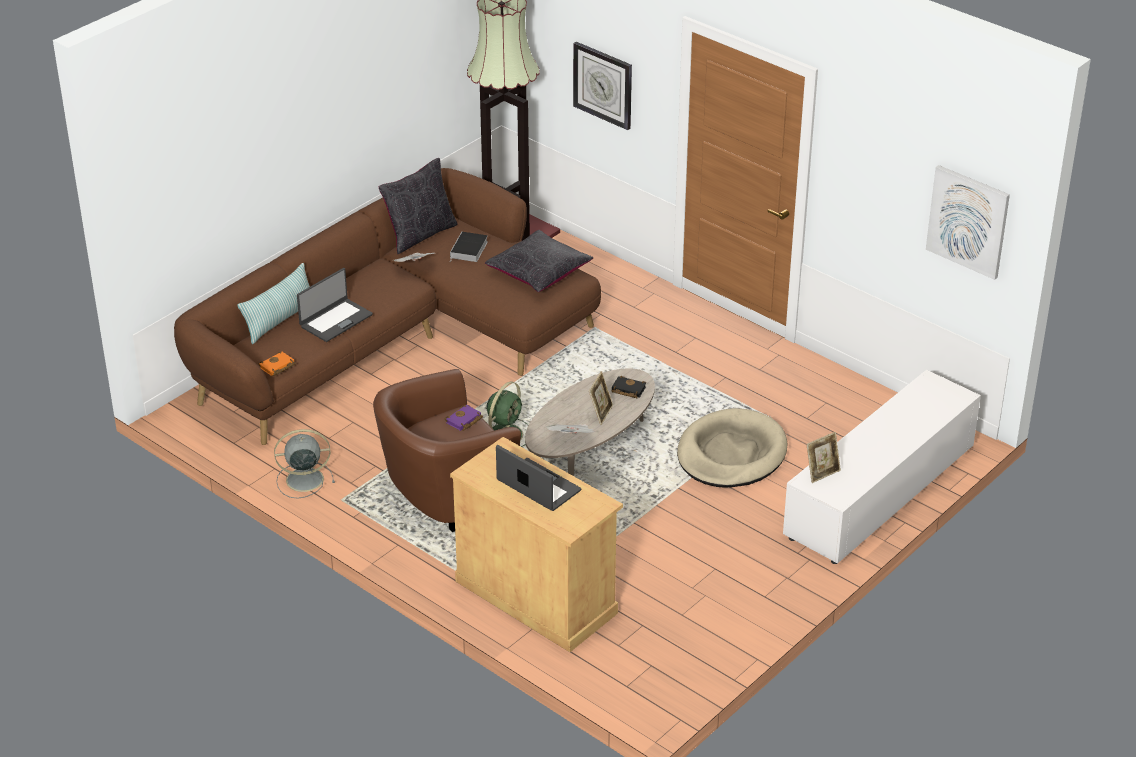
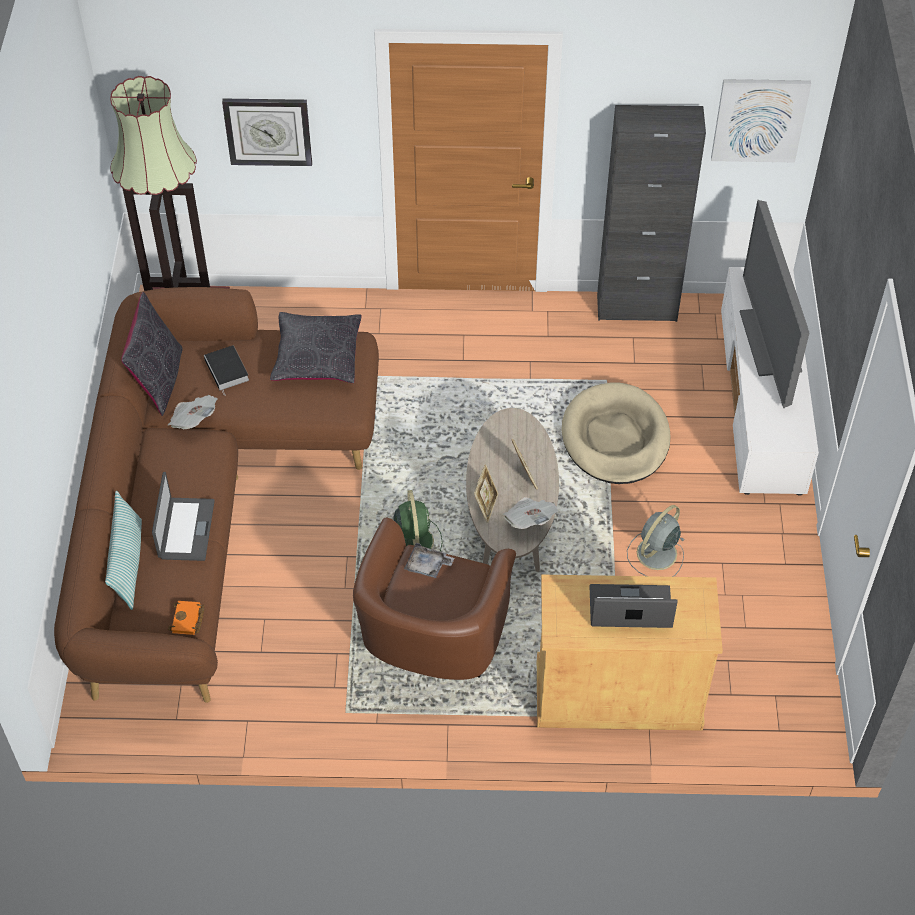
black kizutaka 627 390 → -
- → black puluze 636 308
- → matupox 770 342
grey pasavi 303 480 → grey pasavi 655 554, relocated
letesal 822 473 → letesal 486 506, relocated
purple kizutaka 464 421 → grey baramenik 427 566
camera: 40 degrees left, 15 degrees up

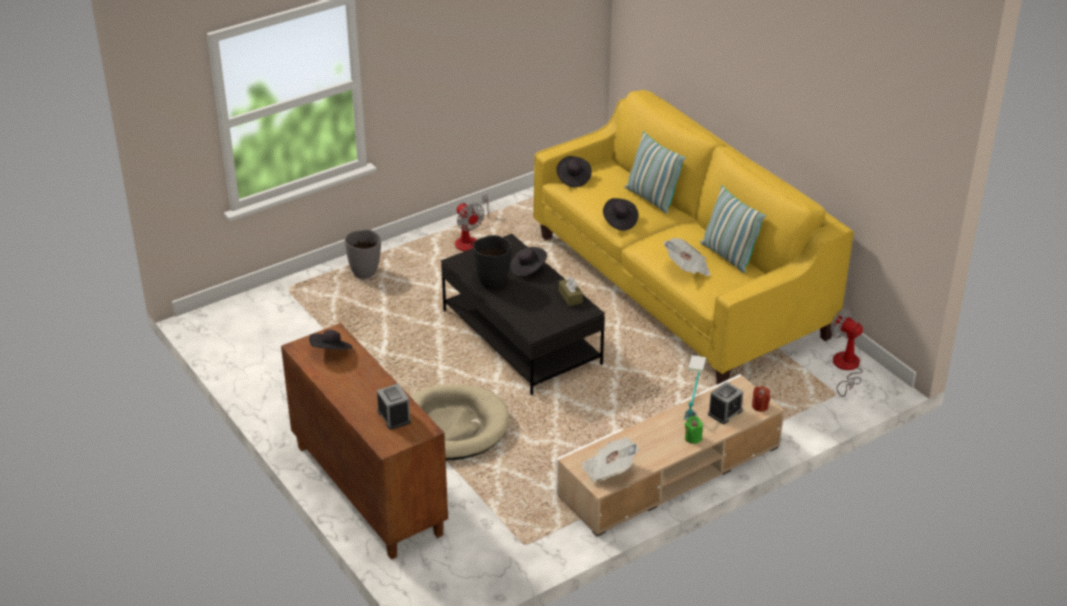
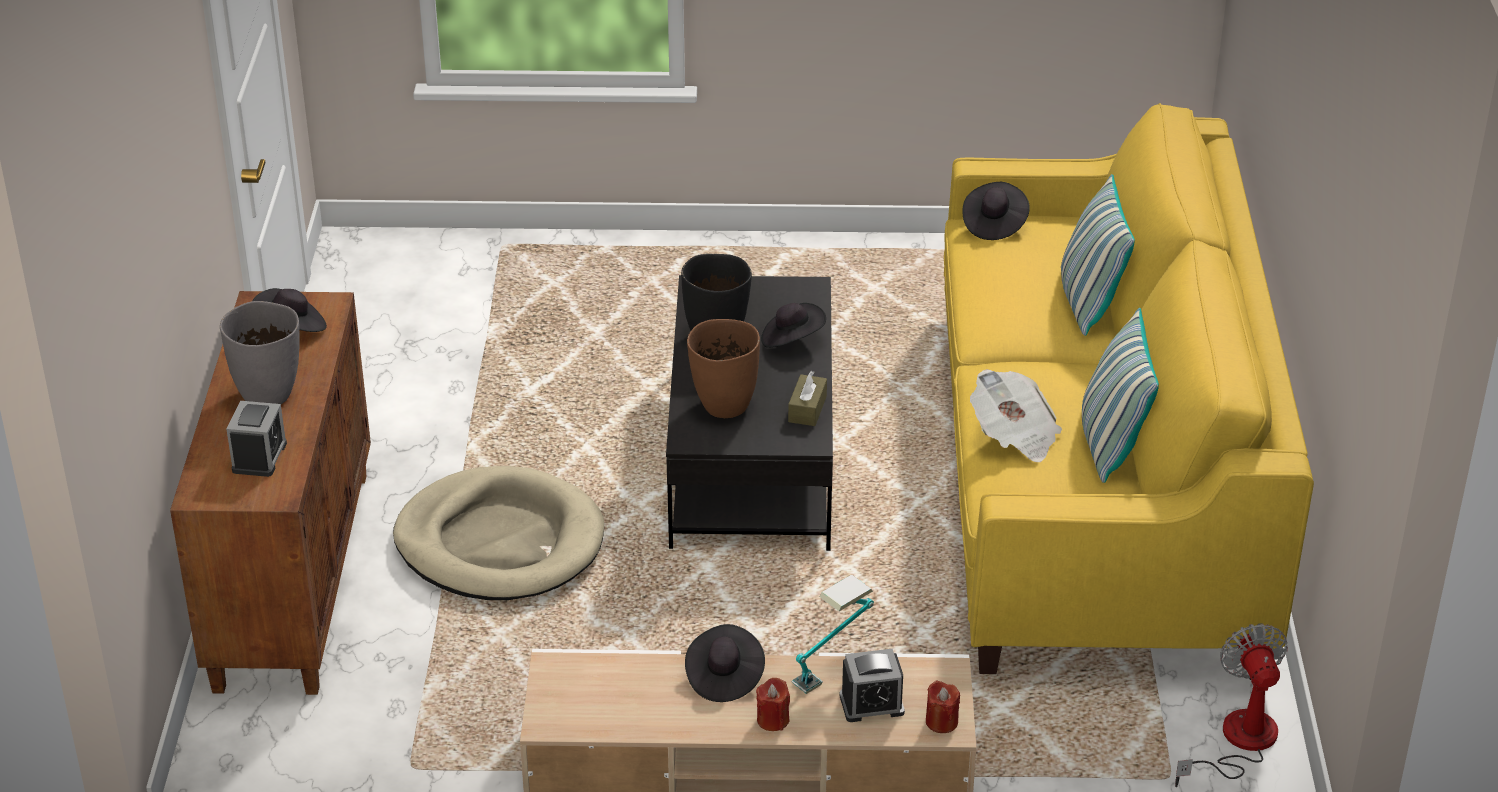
pasavi 470 240 → -
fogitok 608 470 → -
- → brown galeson 724 406
grey galeson 365 272 → grey galeson 269 395, relocated
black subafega 619 221 → black subafega 724 677, relocated
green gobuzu 693 438 → red gobuzu 773 720
camera: 35 degrees right, 0 degrees up

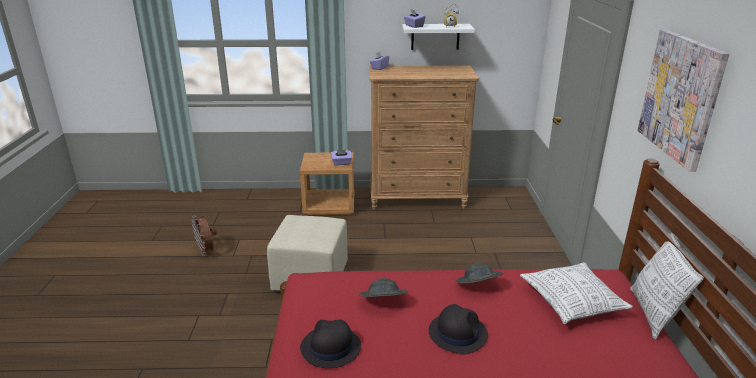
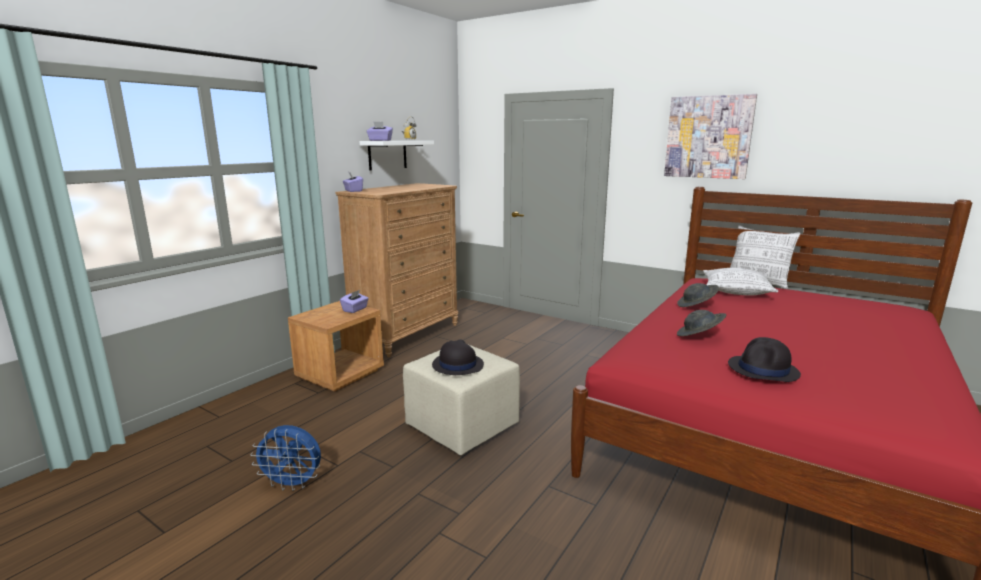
black subafega 457 333 → black subafega 457 365, relocated
brown pasavi 207 251 → blue pasavi 293 484
camera: 55 degrees left, 10 degrees down

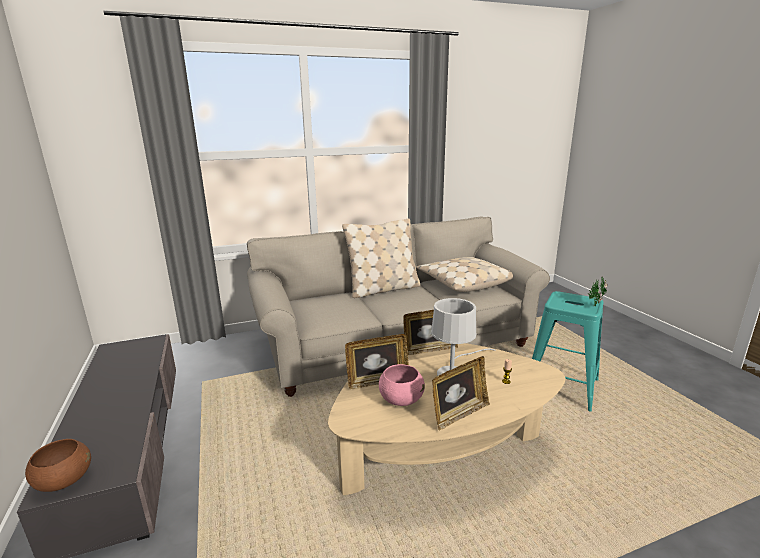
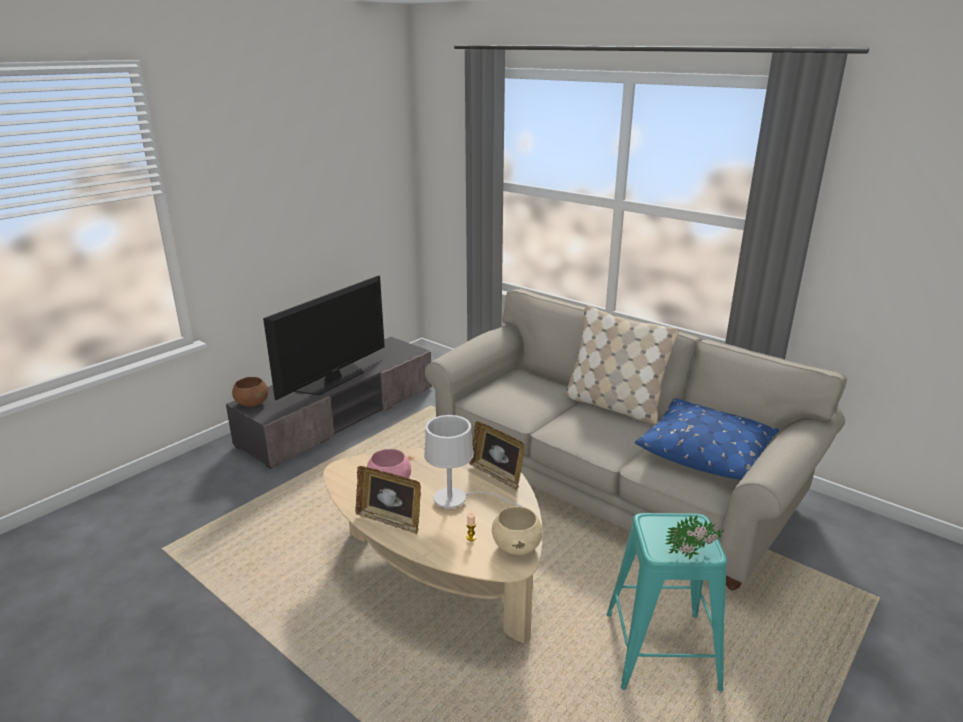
letesal 378 381 → -
- → matupox 333 380
- → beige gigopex 517 546
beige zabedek 463 283 → blue zabedek 706 451
camera: 60 degrees right, 5 degrees up

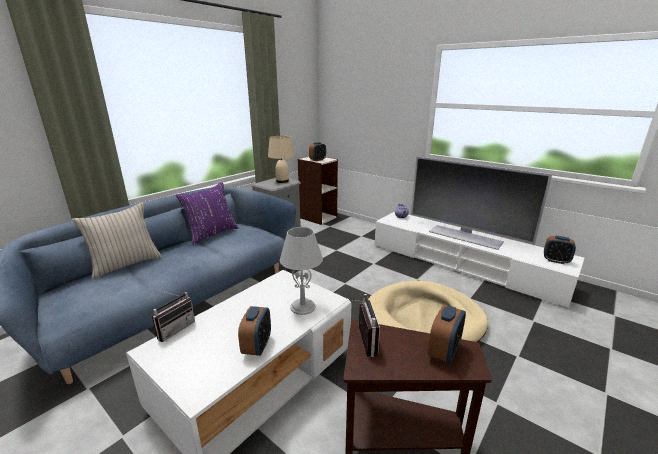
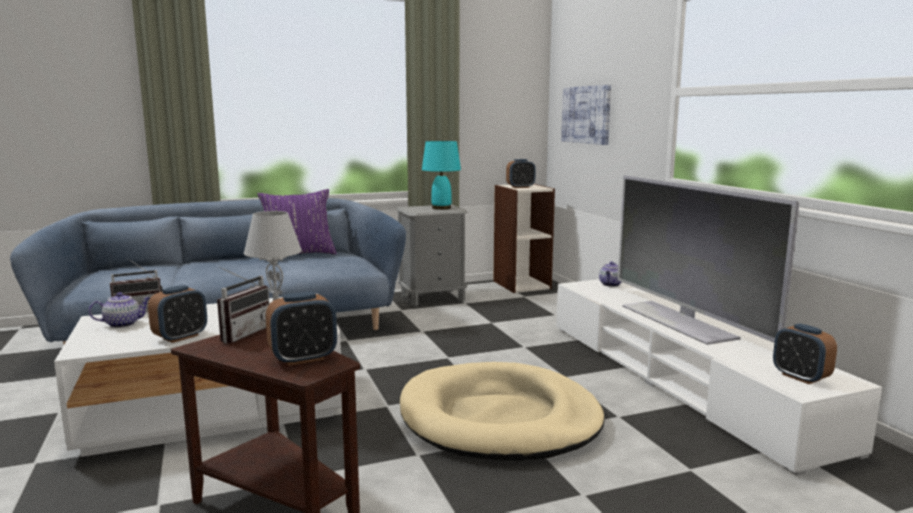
beige zabedek 126 264 → -
- → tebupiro 123 324
- → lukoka 586 115
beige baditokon 282 181 → turquoise baditokon 441 208
camera: 30 degrees right, 10 degrees down

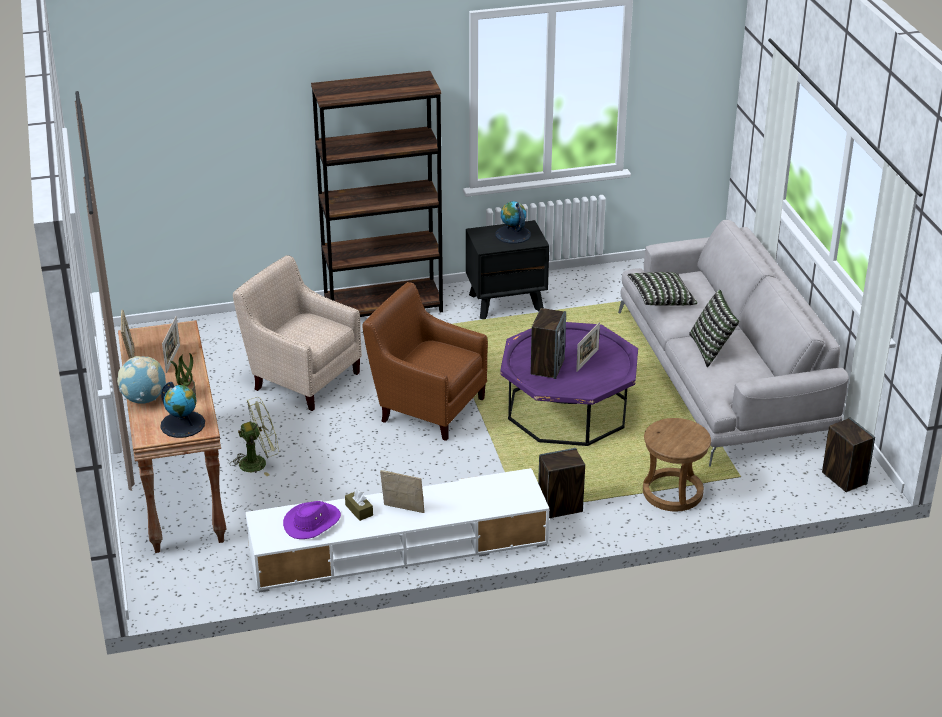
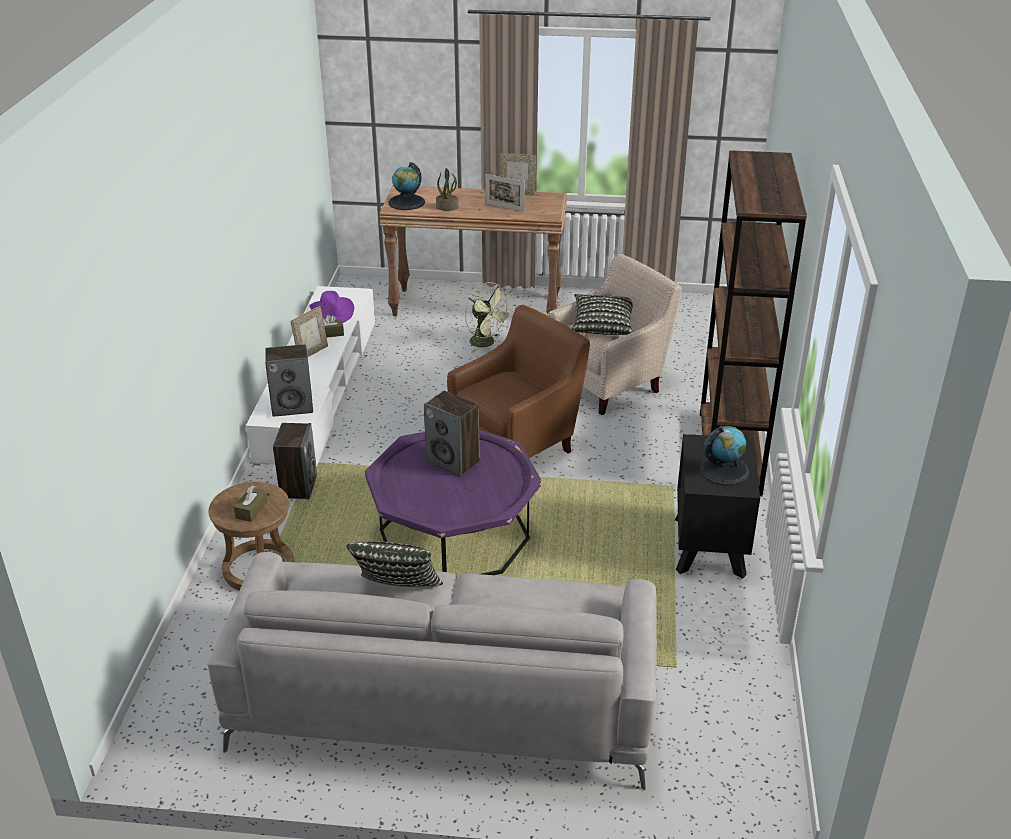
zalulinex 144 399 → -
letesal 587 360 → -
- → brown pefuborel 251 510
zabedek 660 299 → zabedek 602 325, relocated
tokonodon 843 478 → tokonodon 293 406, relocated
green pasavi 258 462 → green pasavi 487 343, 45 degrees counterclockwise
camera: 110 degrees right, 0 degrees up

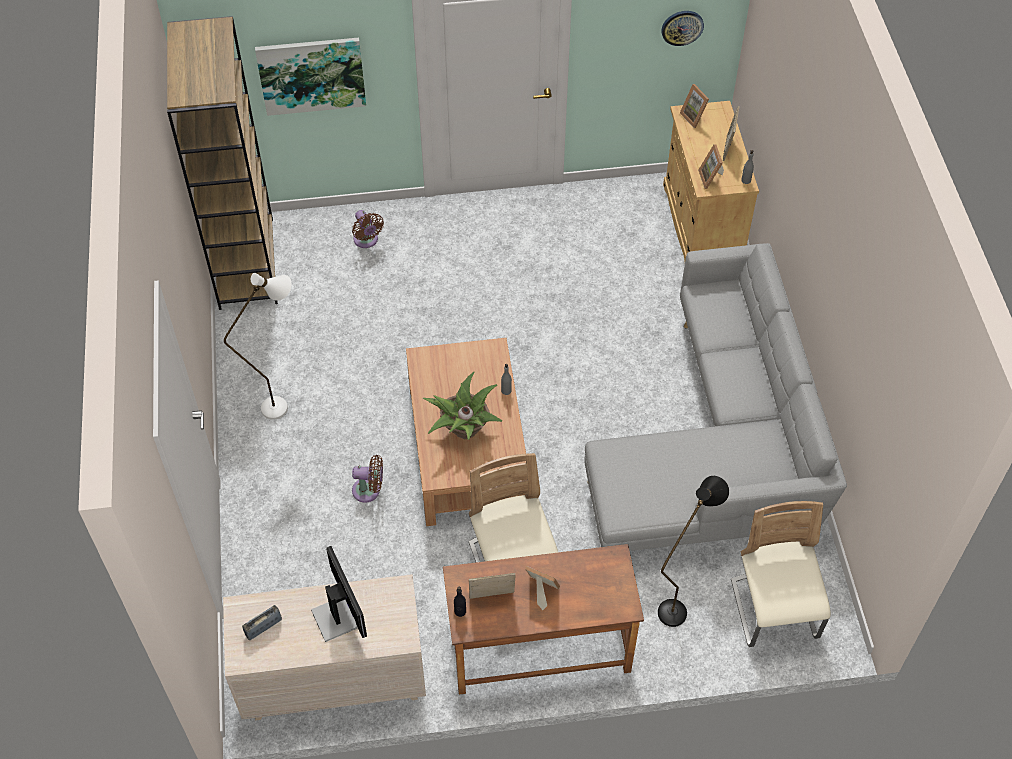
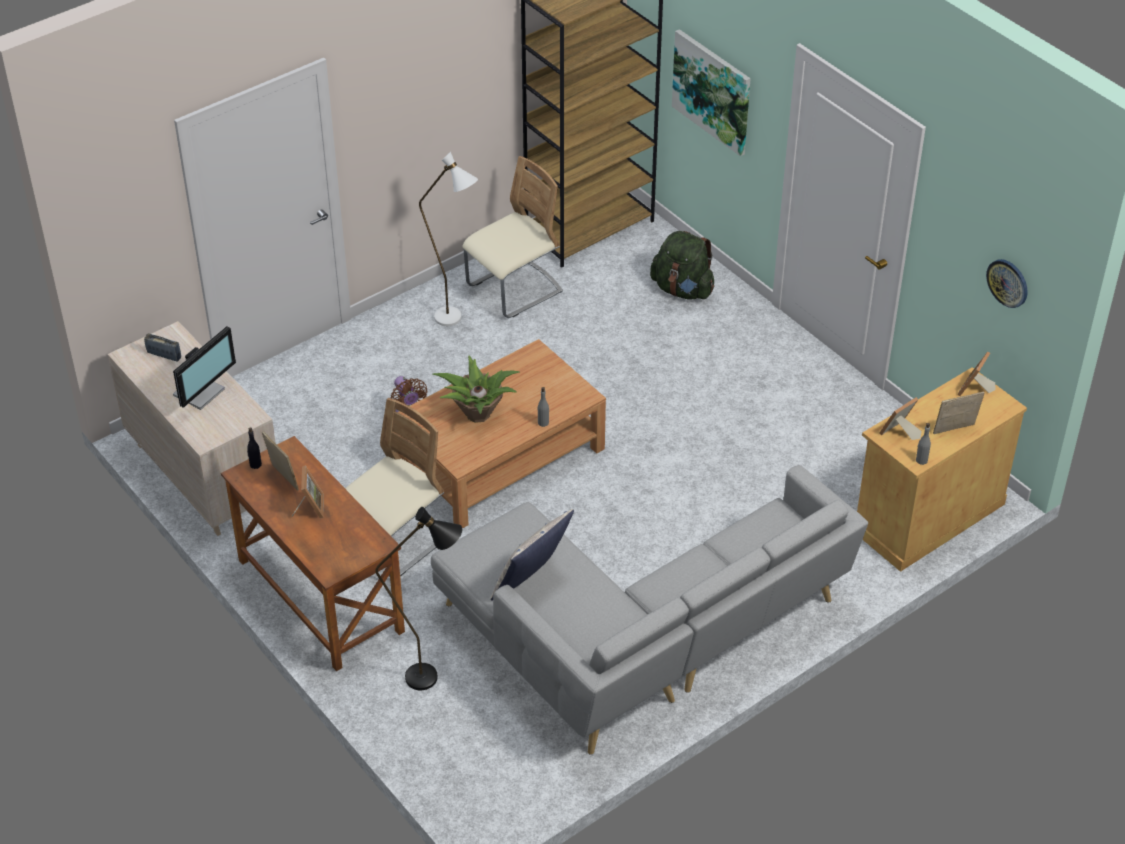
- → zabedek 532 583
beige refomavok 774 610 → beige refomavok 514 290, relocated
brown pasavi 366 241 → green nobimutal 682 289
camera: 60 degrees right, 10 degrees down

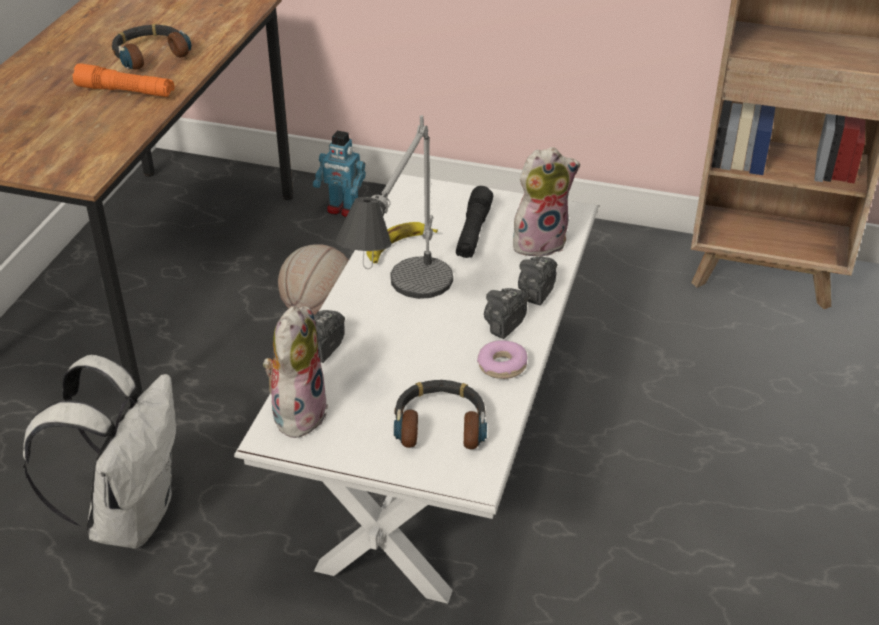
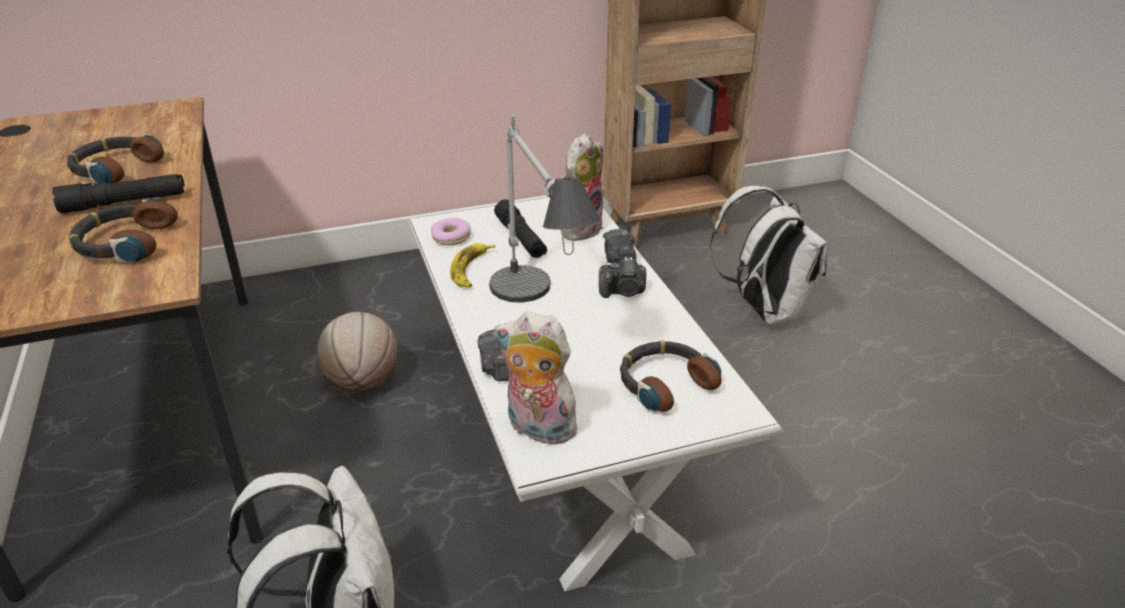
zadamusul 343 209 → -
- → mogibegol 125 243
- → white nobimutal 764 310
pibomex 502 366 → pibomex 451 237, relocated
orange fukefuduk 125 91 → black fukefuduk 124 203
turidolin 297 412 → turidolin 537 429, 45 degrees counterclockwise
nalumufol 504 324 → nalumufol 623 292, 90 degrees counterclockwise
camera: 35 degrees left, 5 degrees down

